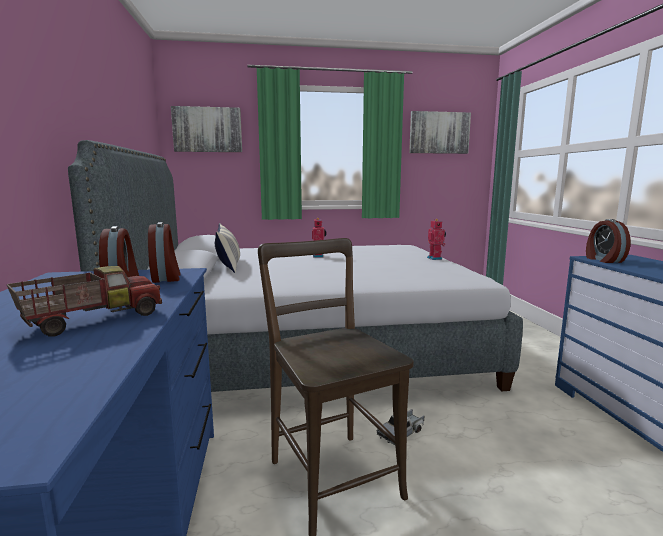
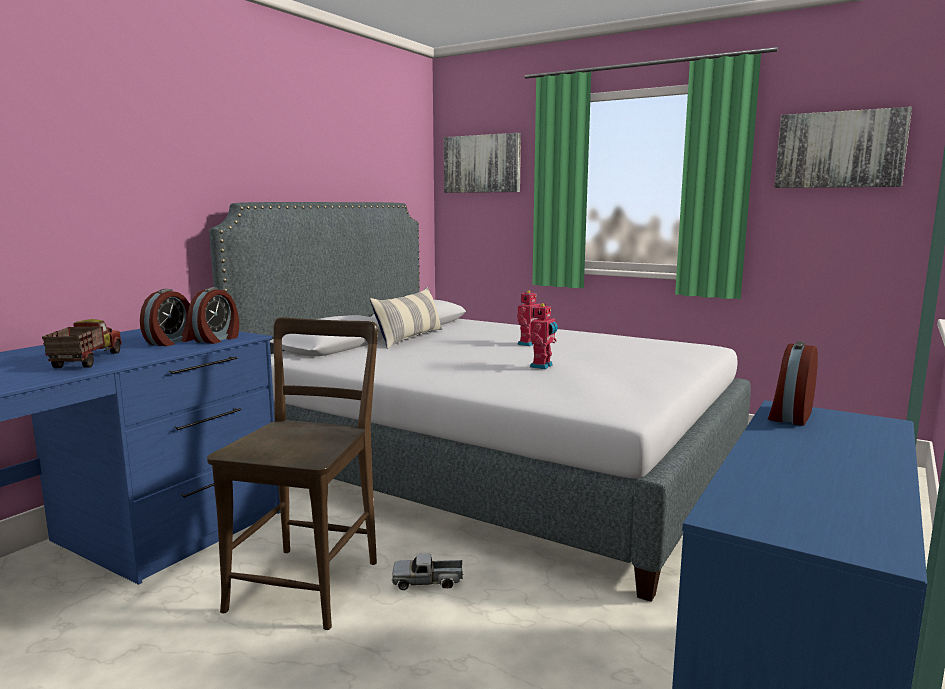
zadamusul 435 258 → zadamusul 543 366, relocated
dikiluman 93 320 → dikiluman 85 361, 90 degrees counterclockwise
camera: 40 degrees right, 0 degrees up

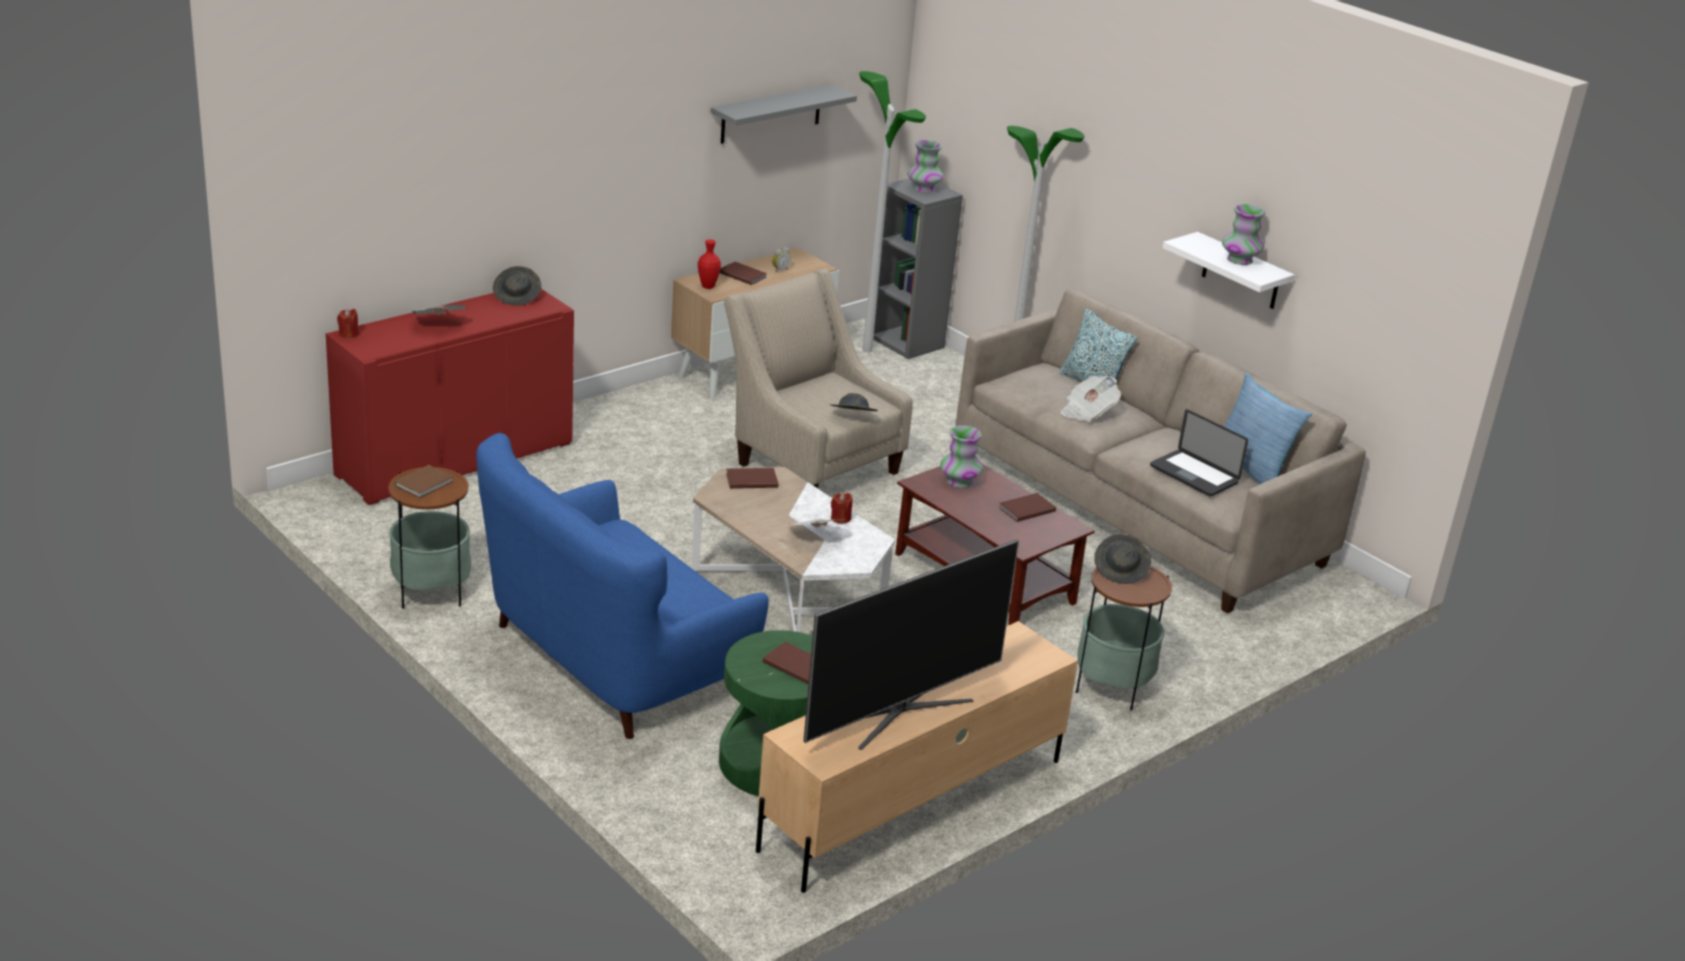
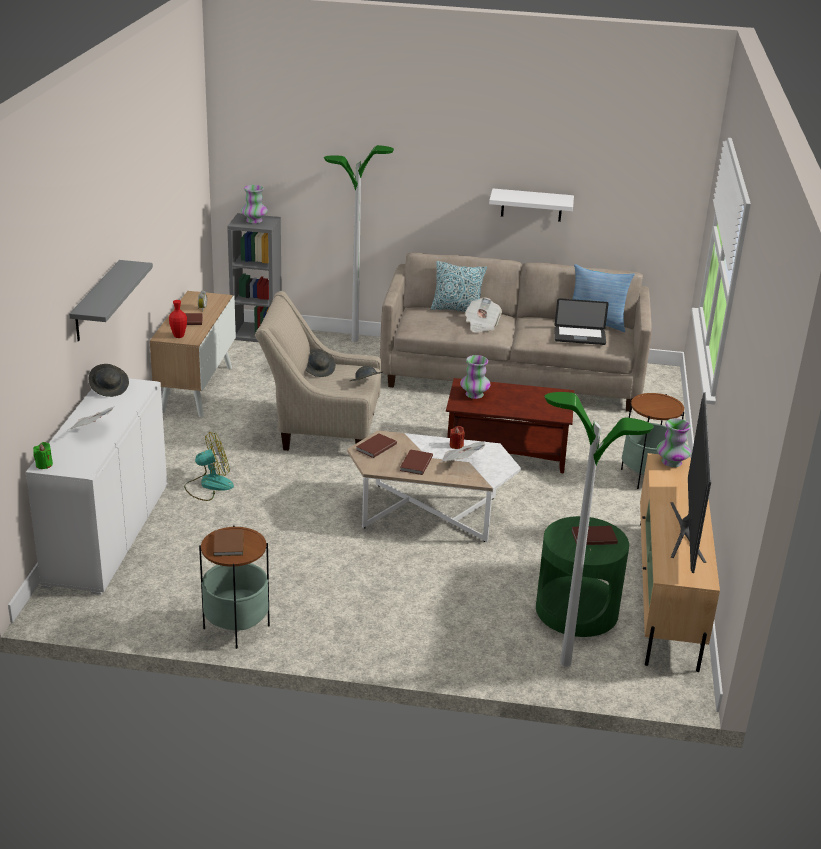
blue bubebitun 612 659 → -
- → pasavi 208 485
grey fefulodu 771 114 → grey fefulodu 96 301, relocated
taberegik 867 350 → taberegik 565 663, relocated
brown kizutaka 1025 509 → brown kizutaka 415 464, relocated
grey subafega 1121 571 → grey subafega 319 370, relocated
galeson 1239 260 → galeson 671 462, relocated
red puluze 455 459 → white puluze 108 534
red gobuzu 348 334 → green gobuzu 44 465
camera: 40 degrees left, 0 degrees up

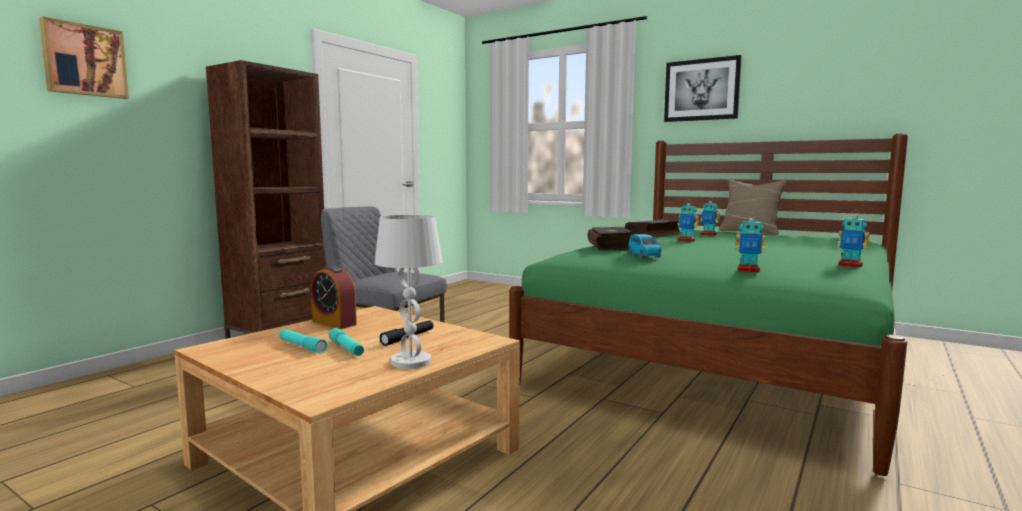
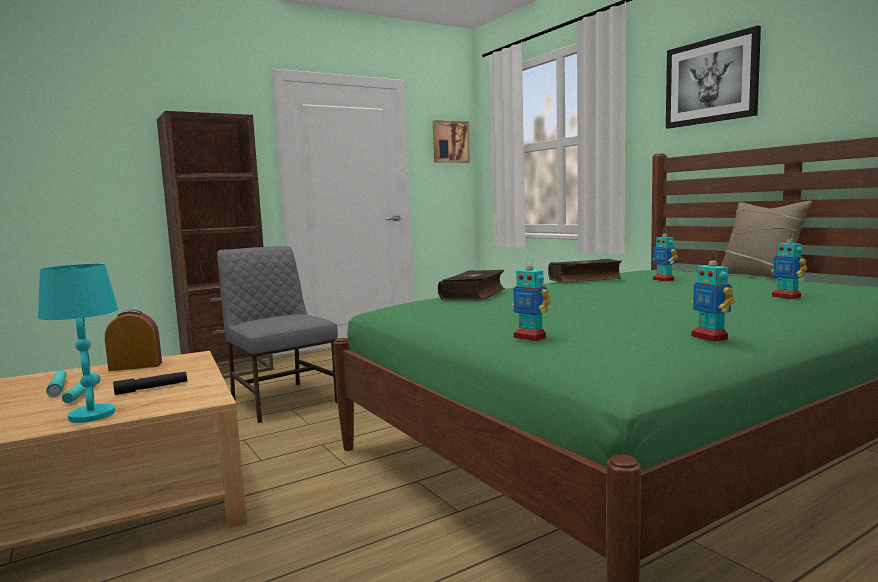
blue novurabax 644 255 → -
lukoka 84 60 → lukoka 450 142, relocated
zadamusul 686 241 → zadamusul 786 297, relocated
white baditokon 411 362 → turquoise baditokon 92 415
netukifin 334 323 → netukifin 135 366, 105 degrees clockwise
camera: 25 degrees right, 0 degrees up

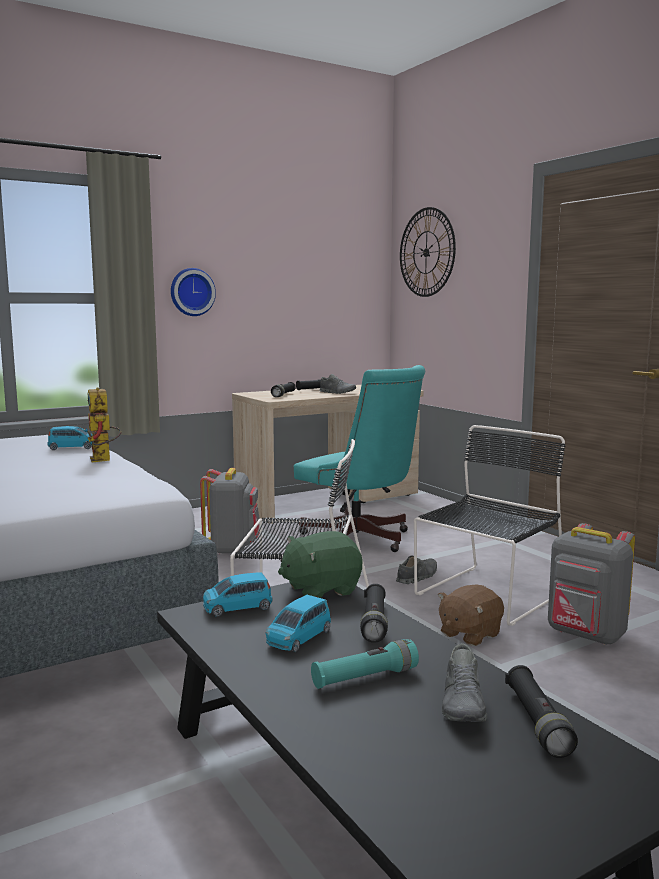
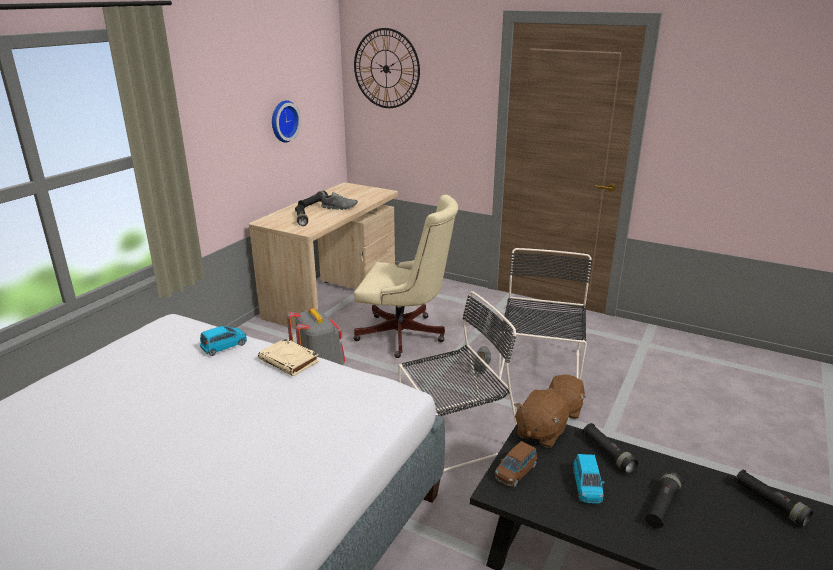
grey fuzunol 463 704 → -
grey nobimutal 586 635 → -
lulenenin 191 292 → lulenenin 283 121, relocated
zadamusul 103 460 → beige kizutaka 289 361
blue novurabax 237 607 → brown novurabax 515 472
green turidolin 320 589 → brown turidolin 540 432
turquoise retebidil 361 540 → beige retebidil 405 336
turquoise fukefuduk 365 678 → black fukefuduk 661 506
camera: 30 degrees left, 15 degrees up

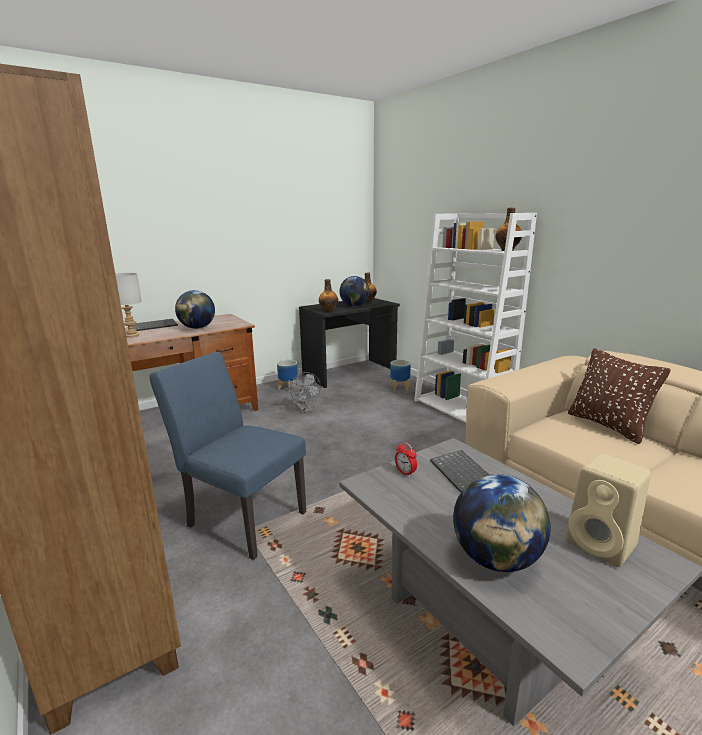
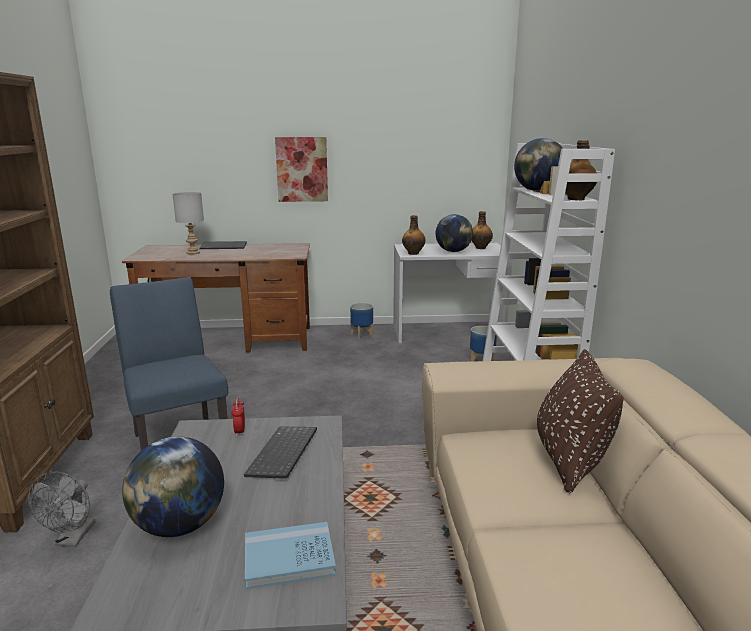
- → lukoka 302 169
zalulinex 197 328 → zalulinex 538 191, relocated
grey pasavi 305 410 → grey pasavi 73 539, relocated
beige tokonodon 603 545 → blue kizutaka 289 558
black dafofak 350 373 → white dafofak 447 332
camera: 30 degrees right, 0 degrees up

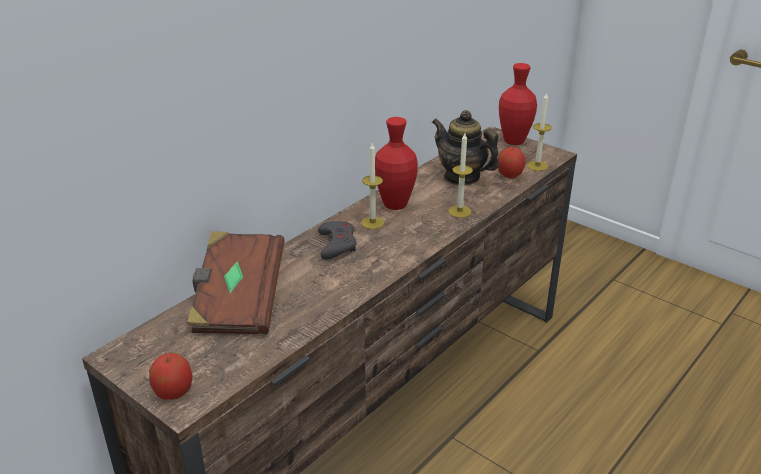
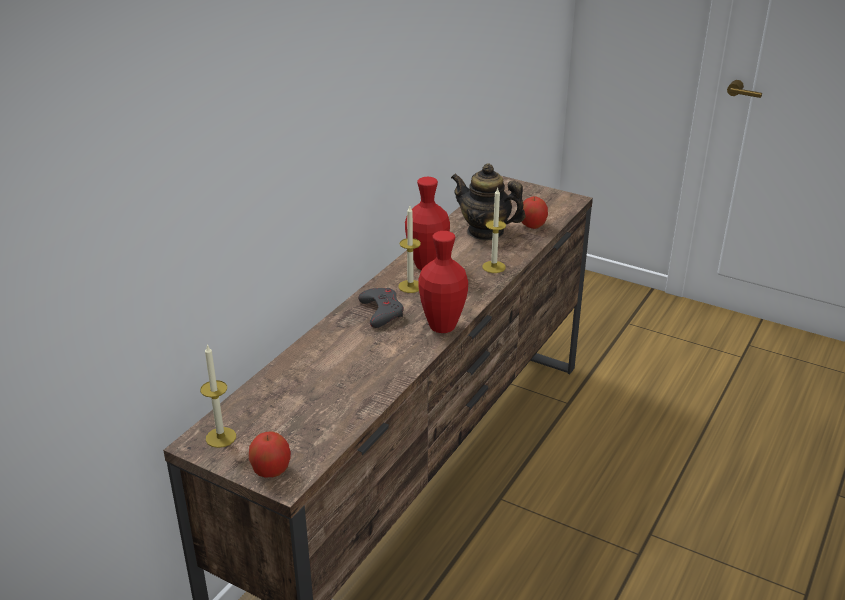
brown kizutaka 238 302 → -
red galeson 514 141 → red galeson 442 327, relocated
gobuzu 537 166 → gobuzu 221 437, relocated
camera: 10 degrees left, 0 degrees up

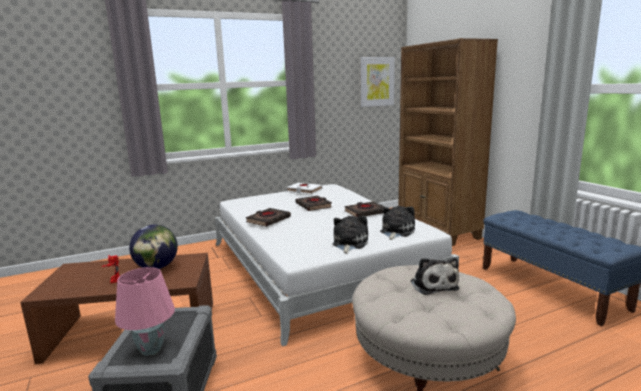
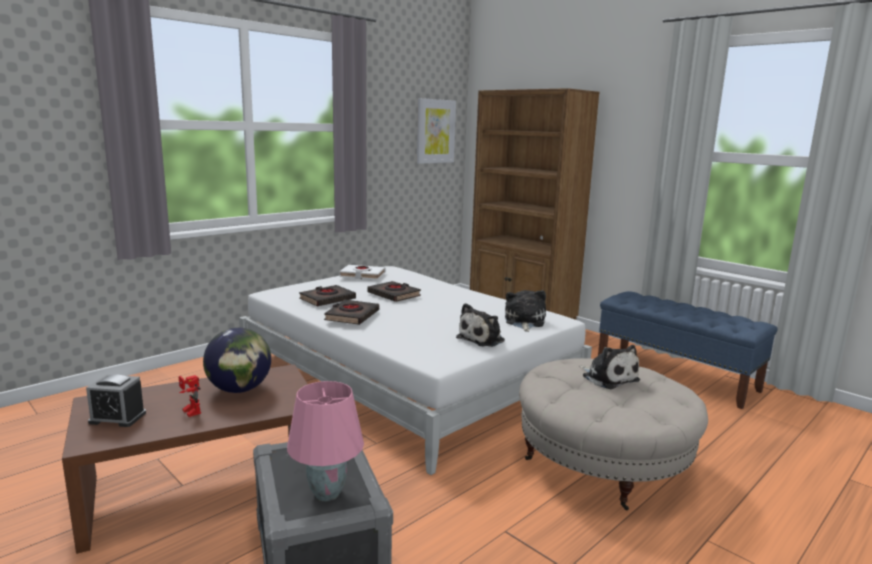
- → netukifin 117 418
black kizutaka 365 212 → black kizutaka 327 299, relocated
turidolin 349 243 → turidolin 483 339, 135 degrees counterclockwise
camera: 20 degrees left, 0 degrees up

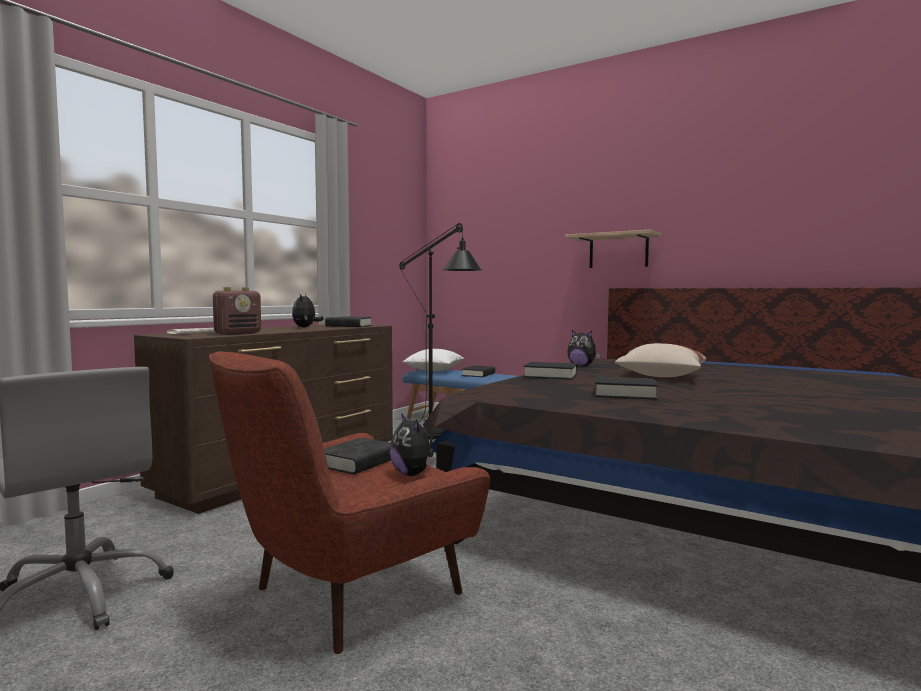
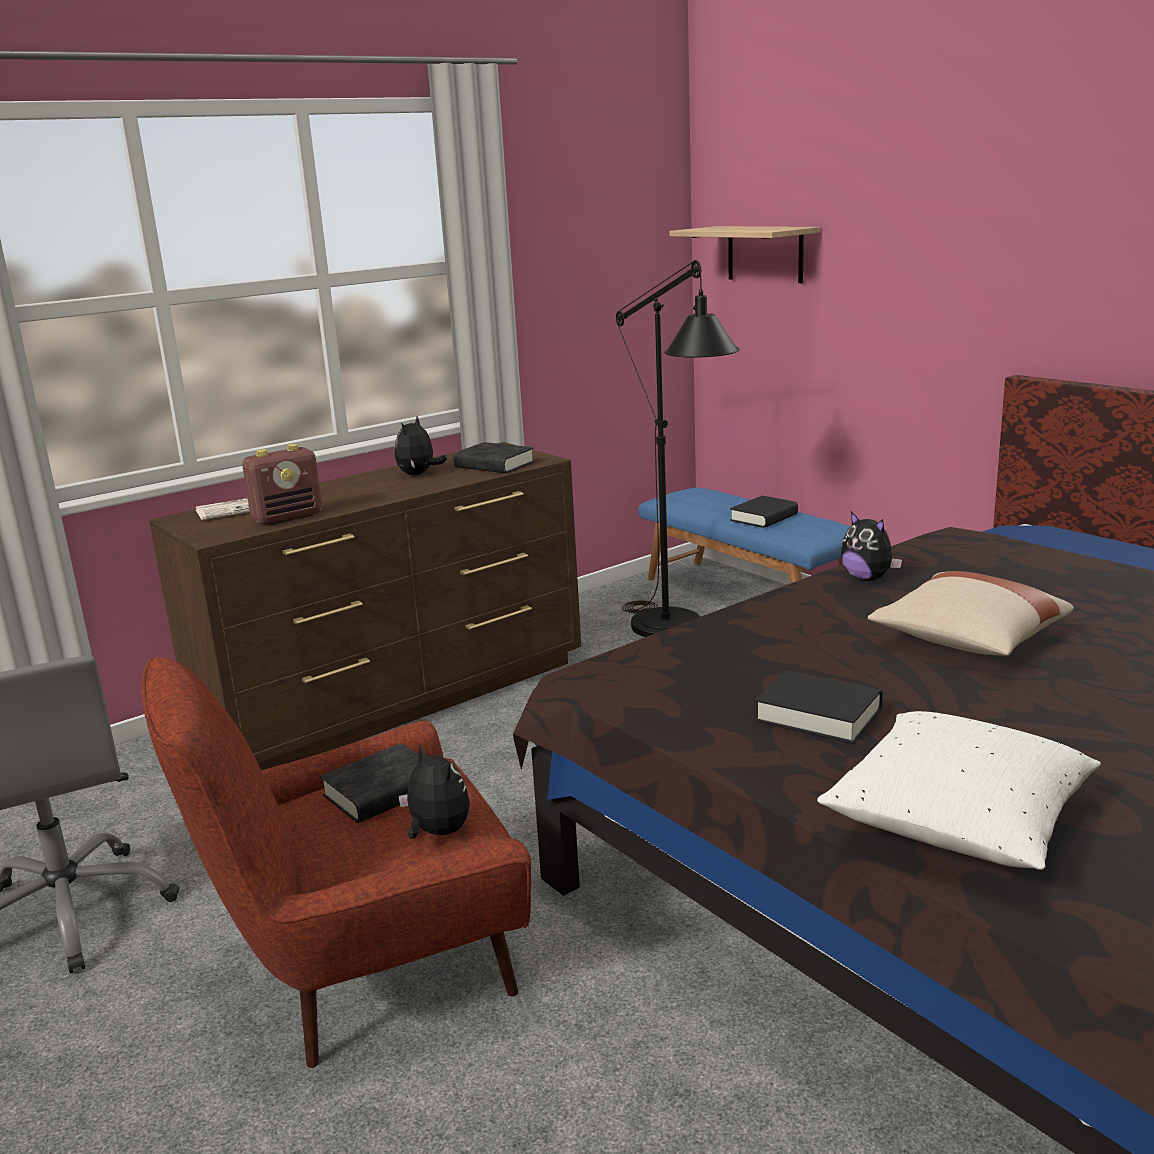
black kizutaka 550 375 → -
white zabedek 434 370 → white zabedek 958 823, relocated
fefulodu 618 251 → fefulodu 765 254, relocated
turidolin 413 474 → turidolin 437 832, 150 degrees clockwise
camera: 20 degrees right, 15 degrees up

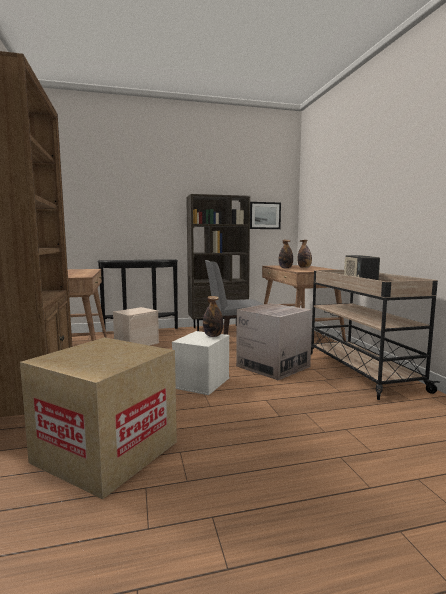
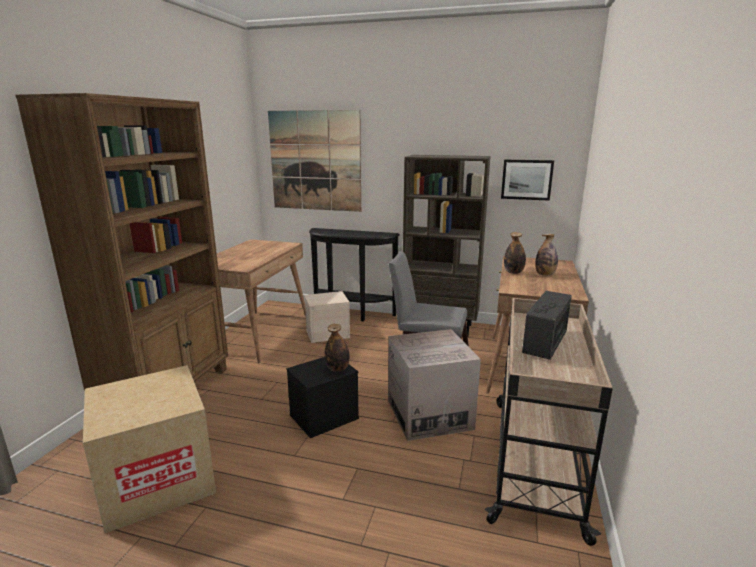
- → lukoka 315 161
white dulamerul 202 383 → black dulamerul 323 417
camera: 30 degrees right, 10 degrees up

